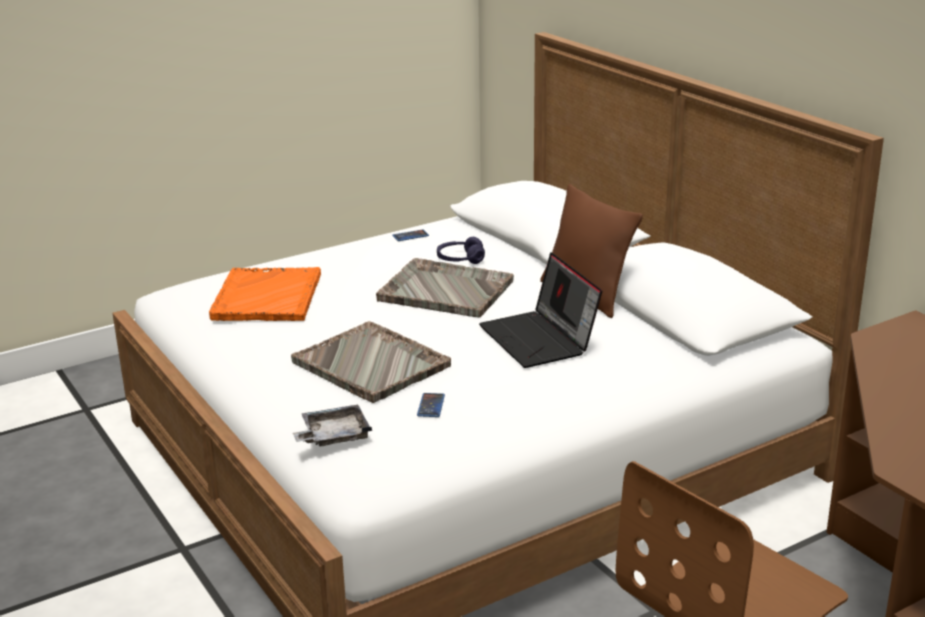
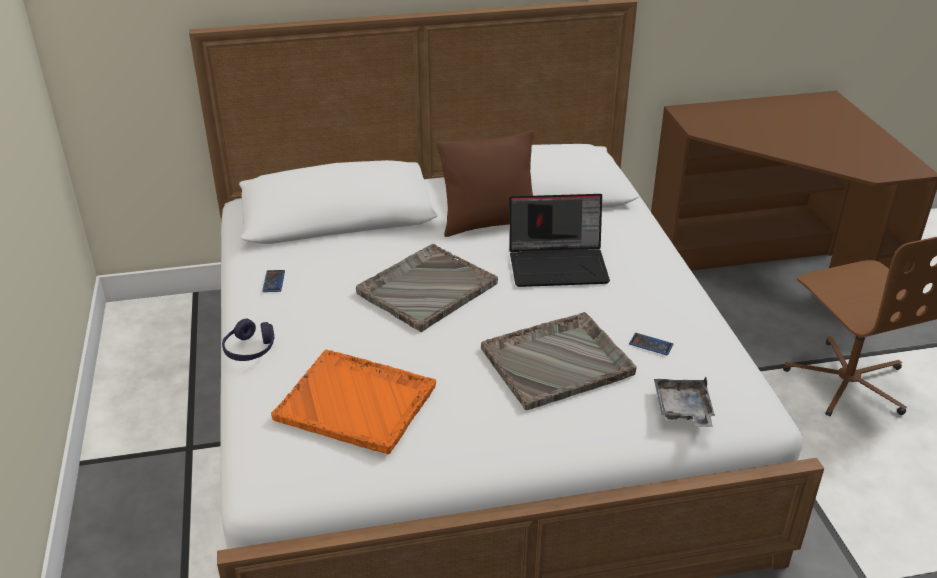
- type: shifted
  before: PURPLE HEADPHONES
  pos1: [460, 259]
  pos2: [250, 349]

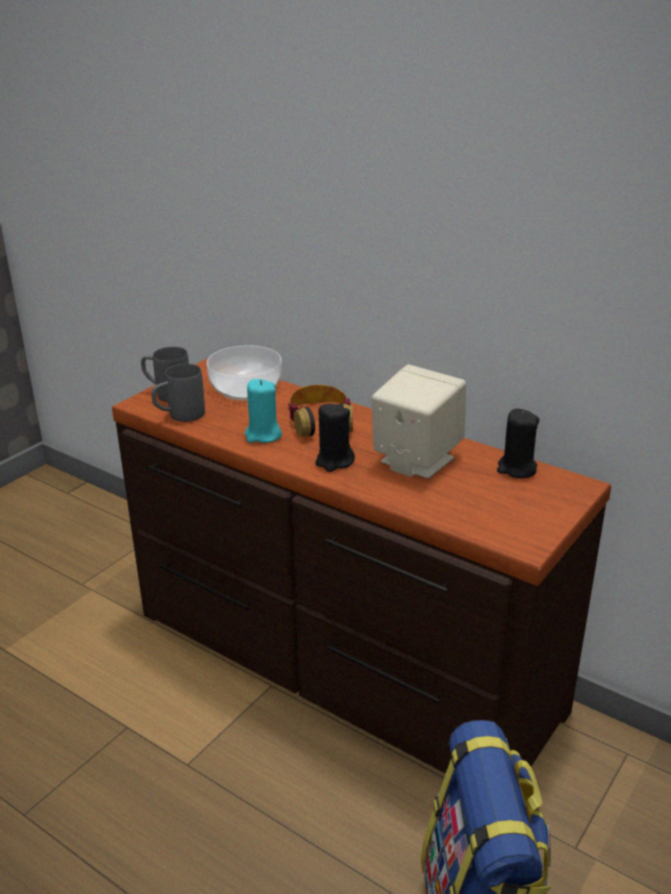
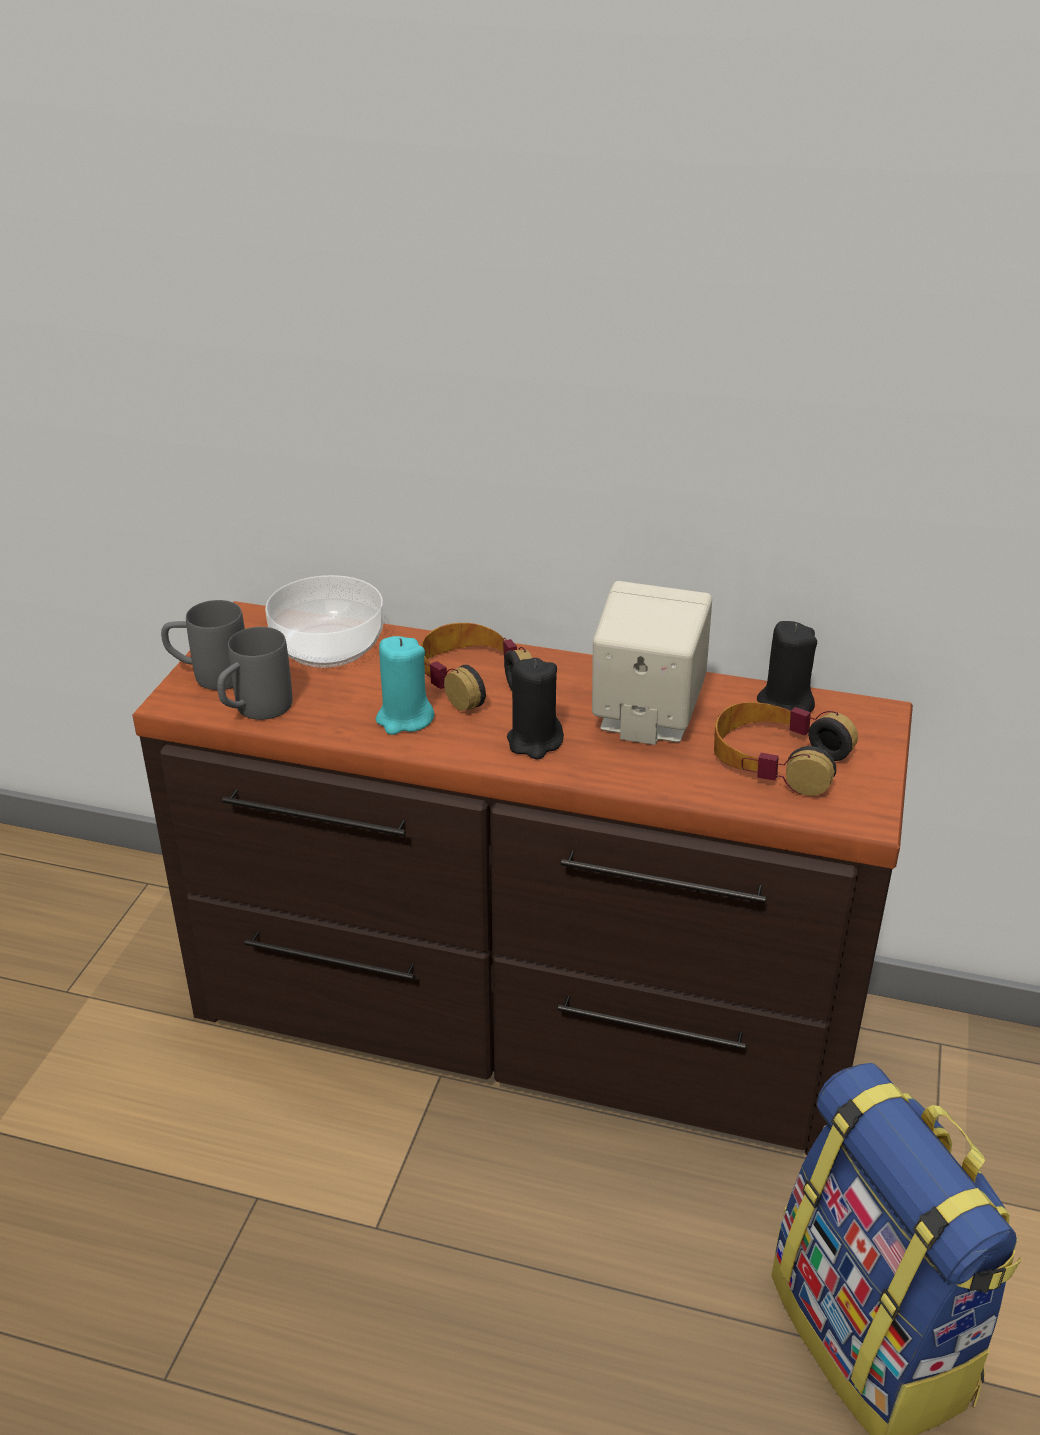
- type: new
  after: HEADPHONES
  pos2: [777, 759]

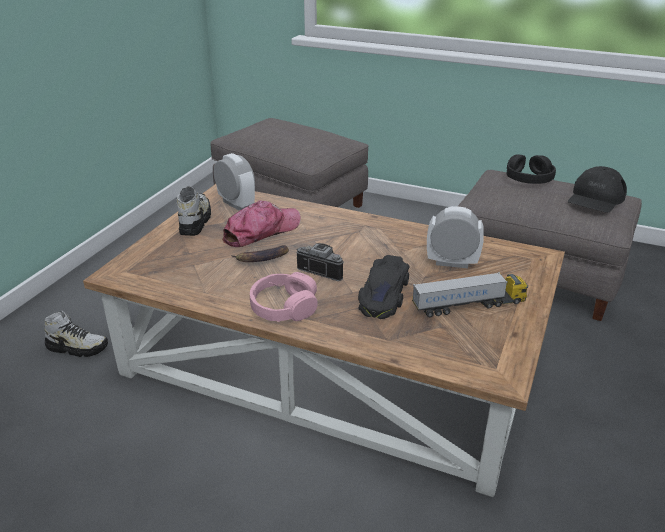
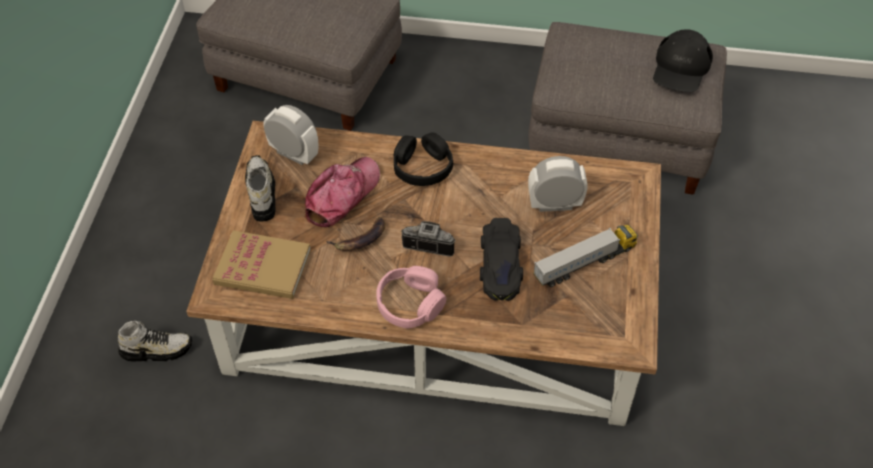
- type: new
  after: BOOK
  pos2: [263, 267]
- type: shifted
  before: BLACK HEADPHONES
  pos1: [528, 178]
  pos2: [422, 167]

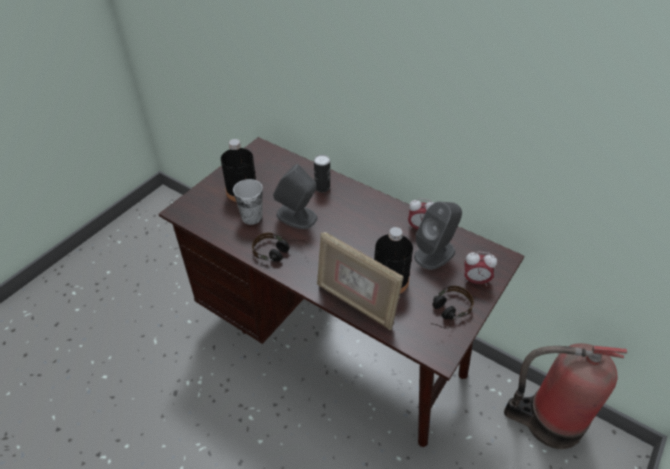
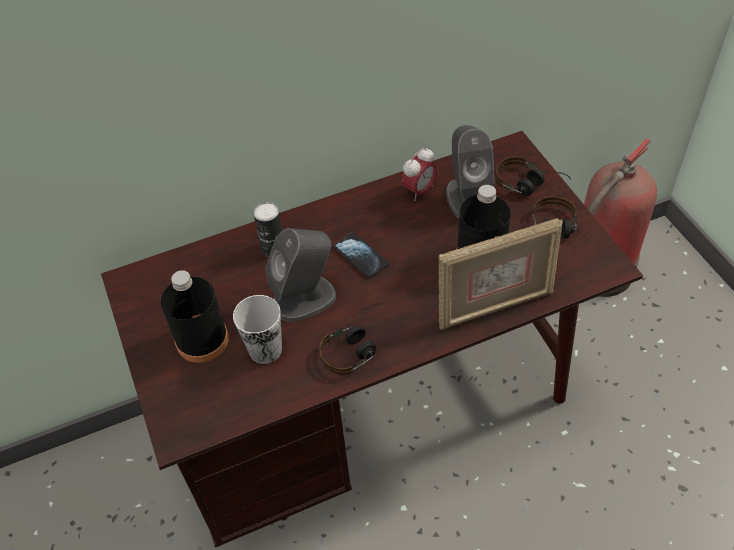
- type: new
  after: PHONE
  pos2: [361, 256]
- type: swapped
  before: ALARM CLOCK
  after: HEADPHONES
  pos1: [475, 280]
  pos2: [530, 186]

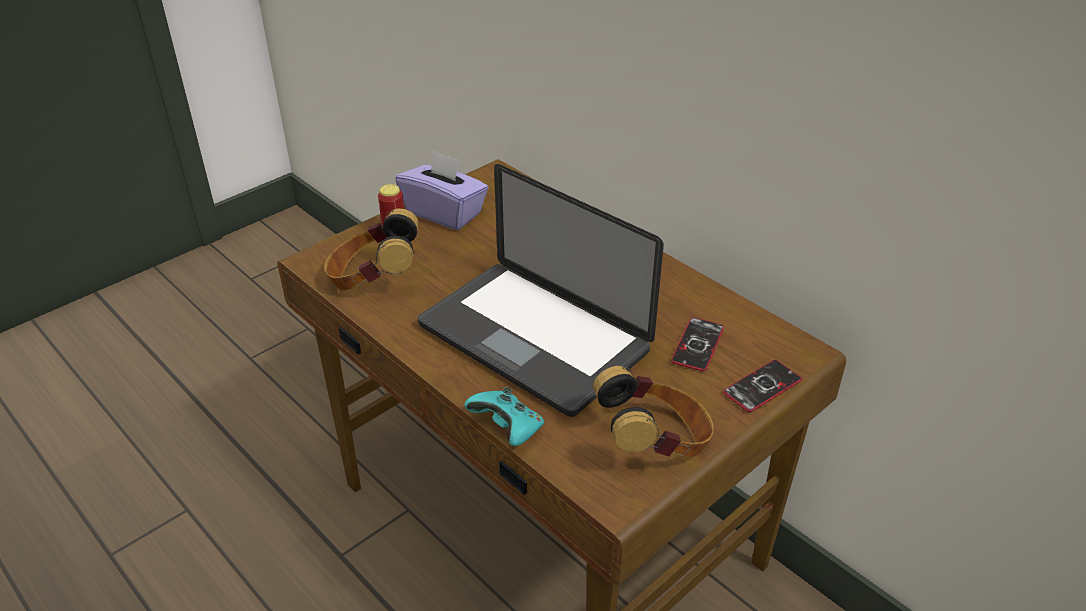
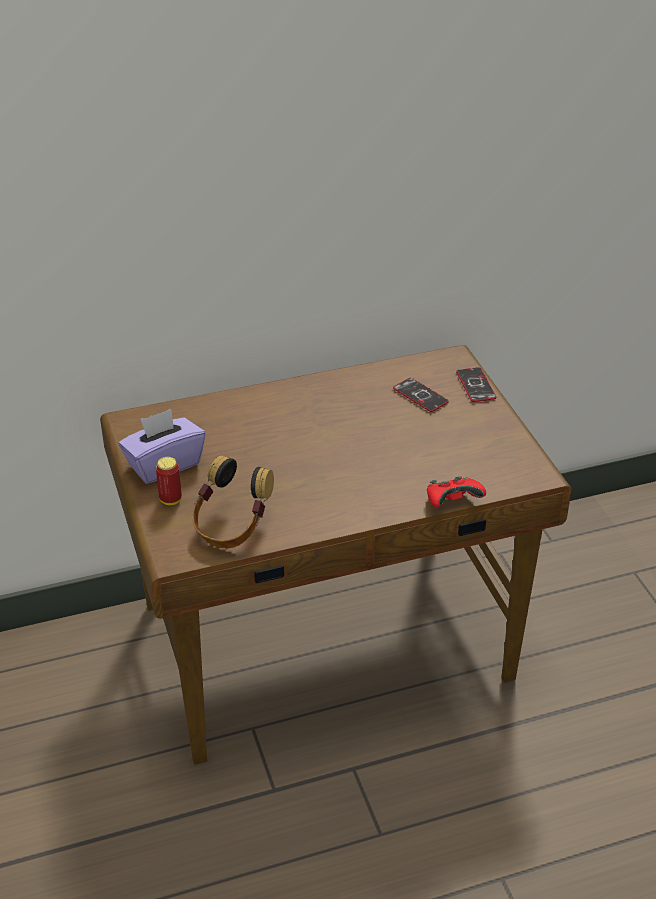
- type: repainted
  before: TURQUOISE GAME CONTROLLER
  after: RED GAME CONTROLLER
  pos1: [508, 430]
  pos2: [452, 502]
- type: gone
  before: LAPTOP
  pos1: [533, 338]
- type: gone
  before: HEADPHONES
  pos1: [654, 444]

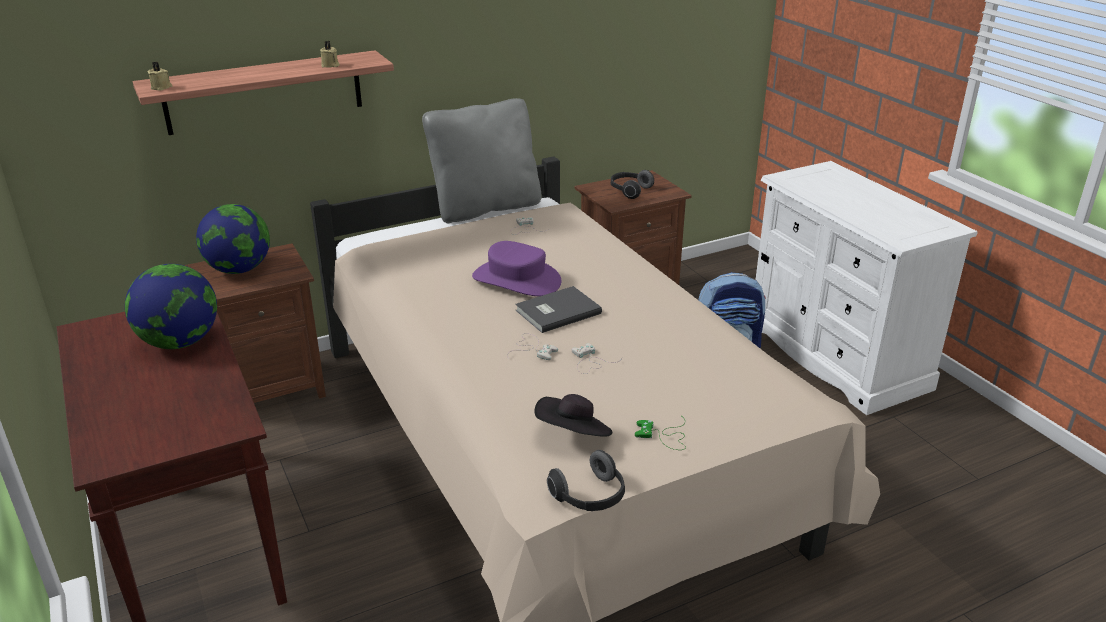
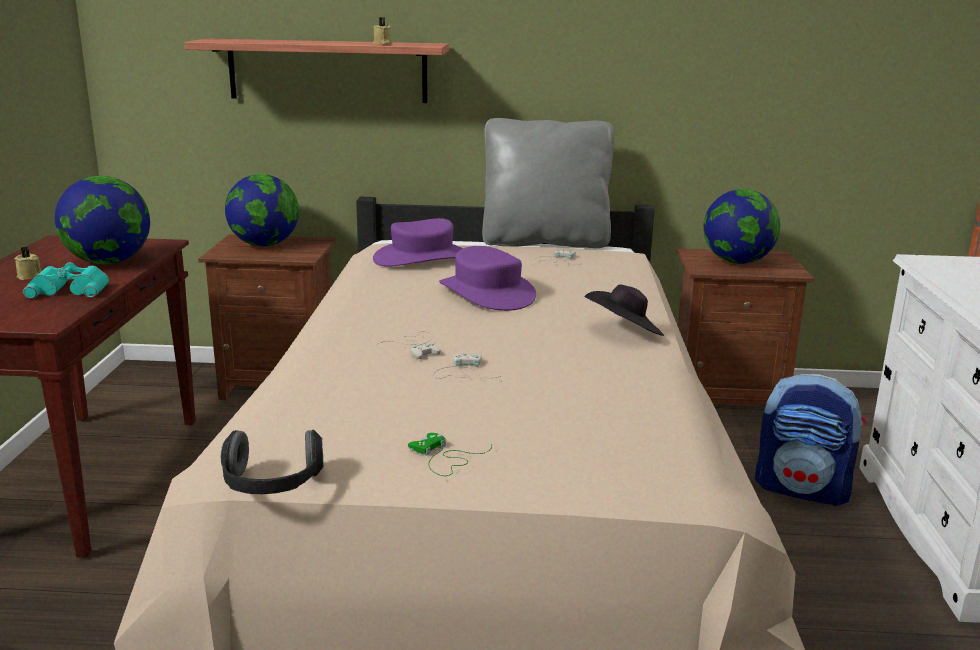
- type: shifted
  before: BEIGE CANDLE
  pos1: [161, 87]
  pos2: [30, 276]
- type: new
  after: TURQUOISE BINOCULARS
  pos2: [71, 289]
- type: new
  after: PURPLE HAT
  pos2: [422, 258]
- type: shifted
  before: BLACK HAT
  pos1: [573, 435]
  pos2: [624, 332]
- type: swapped
  before: HEADPHONES
  after: GLOBE
  pos1: [629, 191]
  pos2: [737, 262]
- type: gone
  before: GREY BOOK
  pos1: [556, 311]

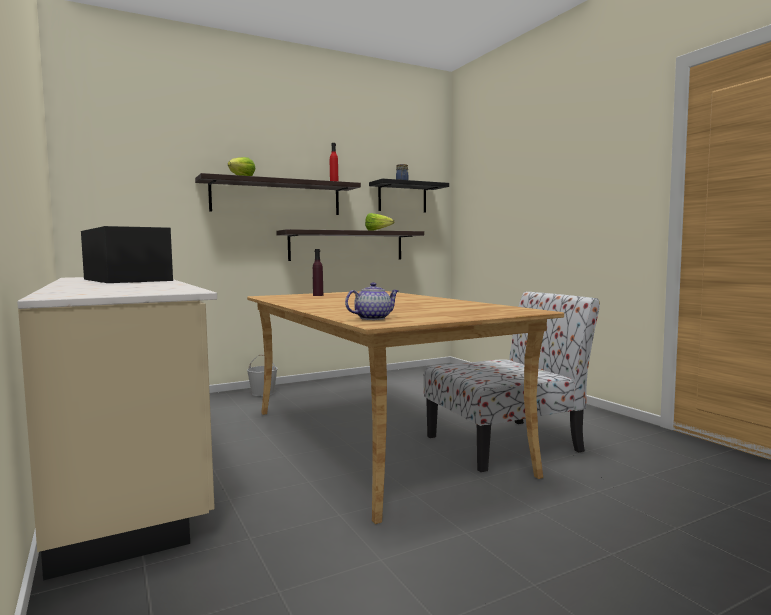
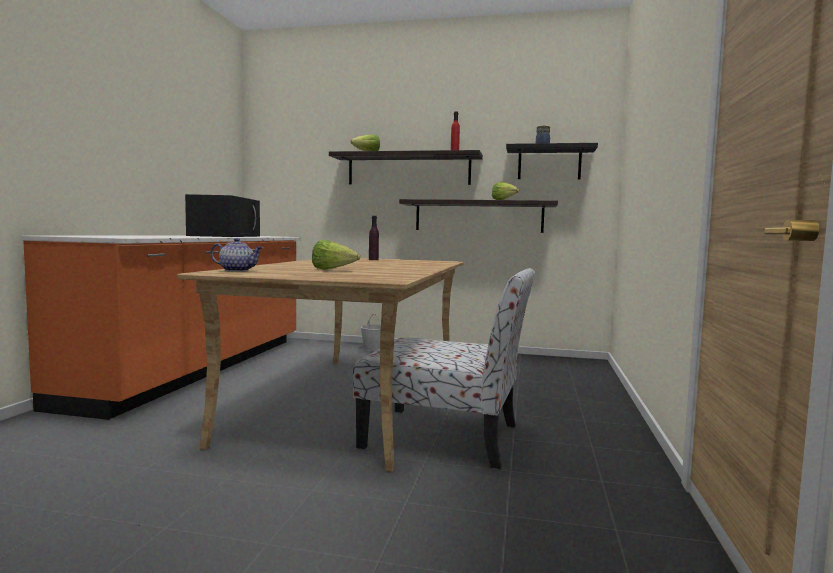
- type: repainted
  before: BEIGE COUNTER
  after: ORANGE COUNTER
  pos1: [127, 460]
  pos2: [199, 368]
- type: new
  after: LETTUCE
  pos2: [333, 270]

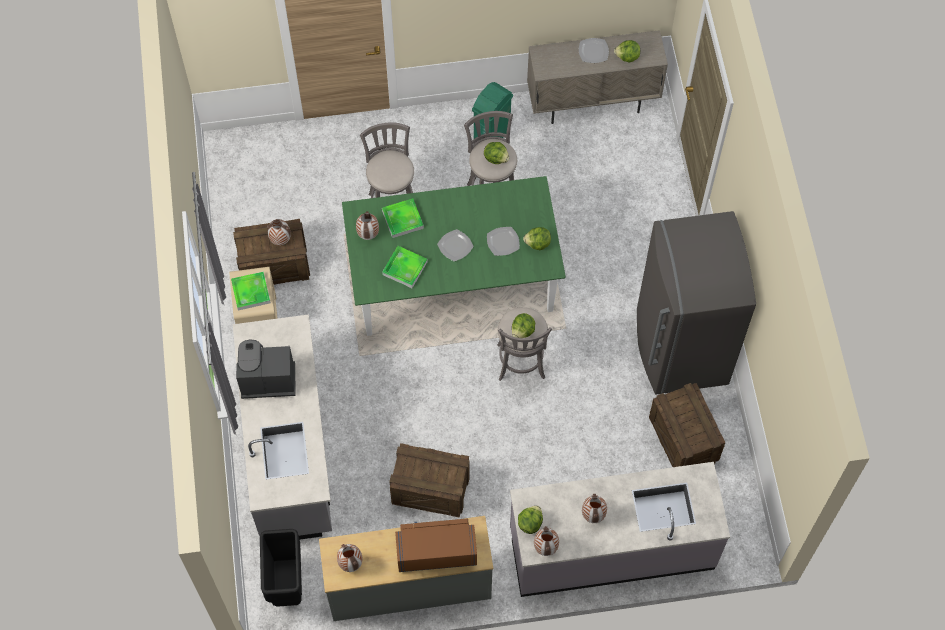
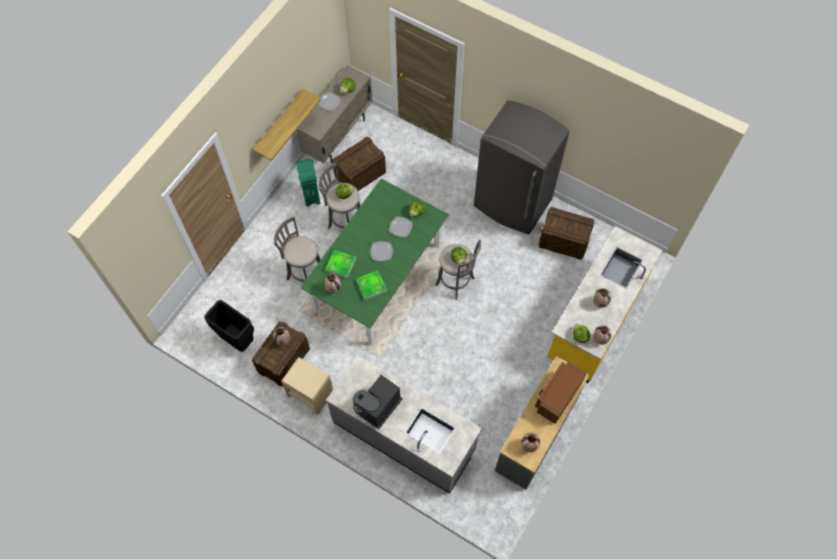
- type: shifted
  before: BLACK TRASH CAN
  pos1: [287, 585]
  pos2: [237, 341]
- type: new
  after: SHELF
  pos2: [279, 124]
- type: shifted
  before: CRATE
  pos1: [430, 489]
  pos2: [360, 174]
- type: repainted
  before: GREY COUNTER
  after: YELLOW COUNTER
  pos1: [611, 547]
  pos2: [595, 319]
- type: gone
  before: TRAY
  pos1: [251, 292]

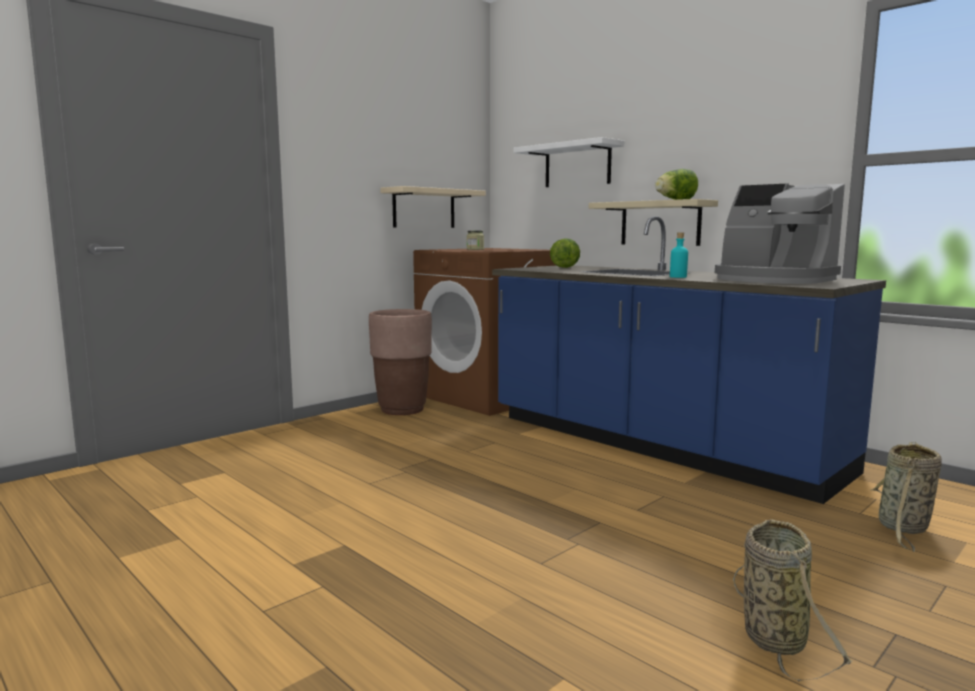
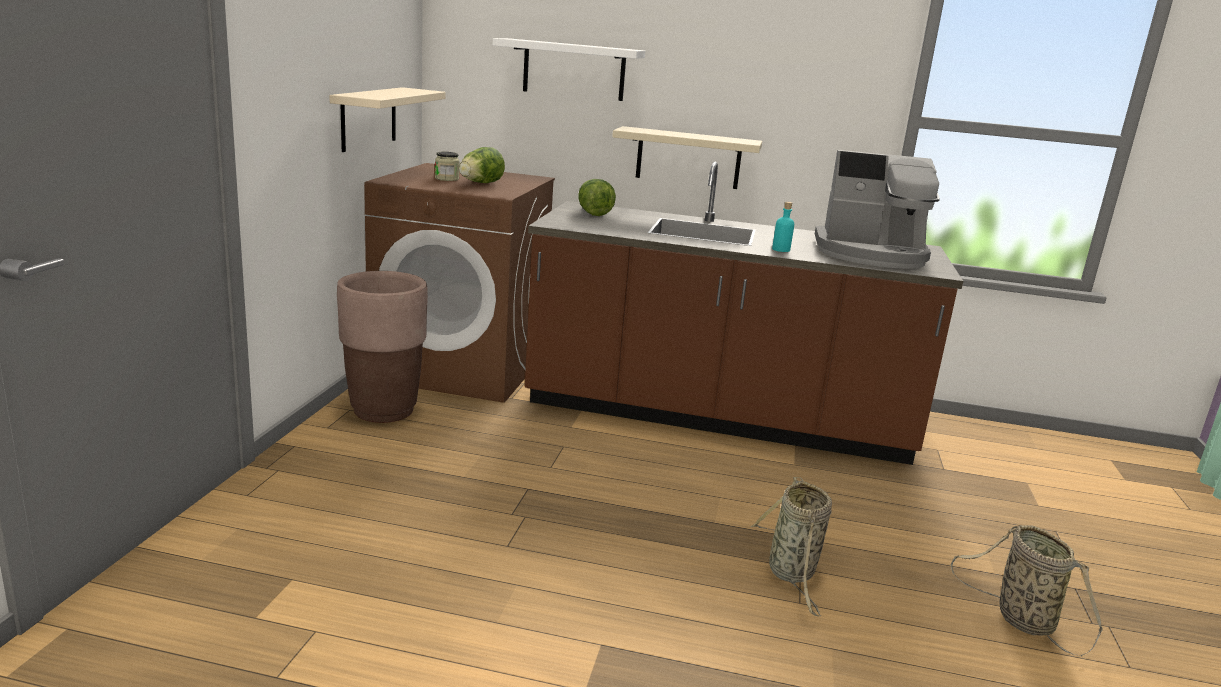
- type: shifted
  before: LETTUCE
  pos1: [675, 200]
  pos2: [480, 183]
- type: repainted
  before: BLUE COUNTER
  after: BROWN COUNTER
  pos1: [657, 444]
  pos2: [718, 416]
- type: shifted
  before: BASKET
  pos1: [903, 528]
  pos2: [792, 574]

